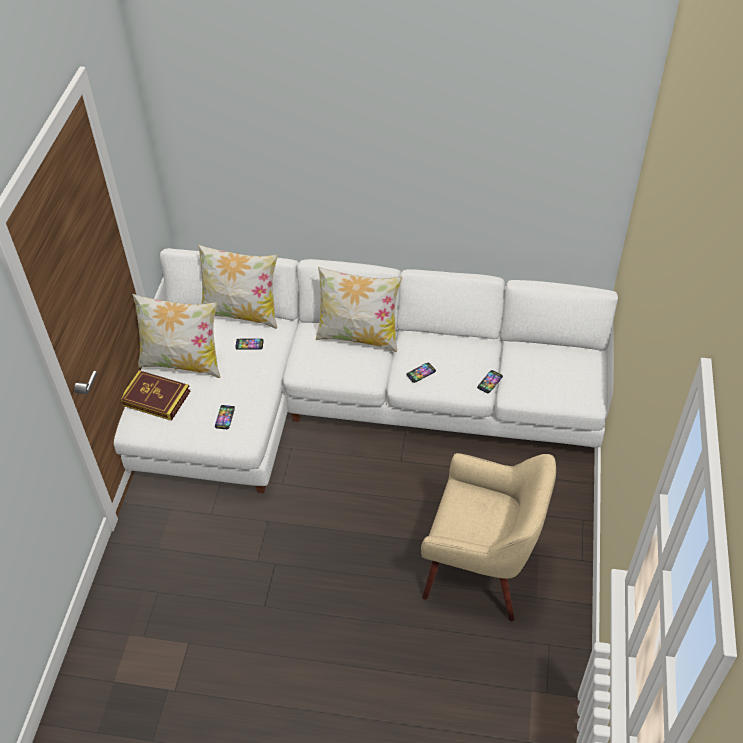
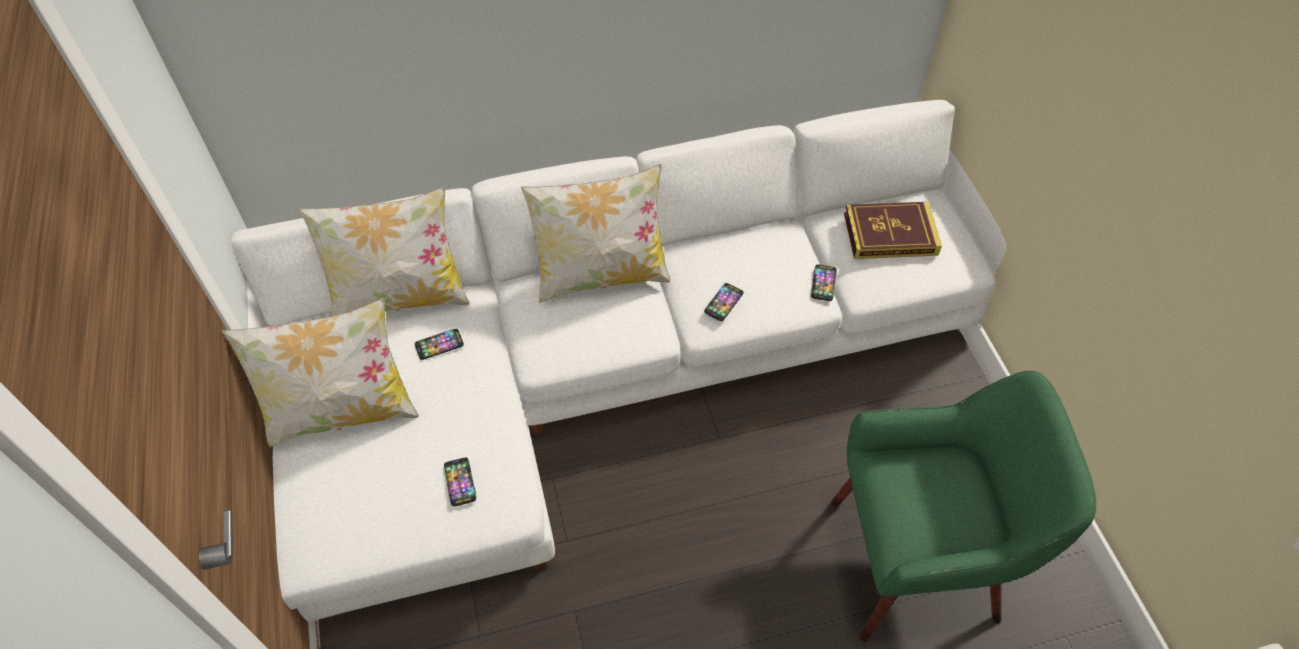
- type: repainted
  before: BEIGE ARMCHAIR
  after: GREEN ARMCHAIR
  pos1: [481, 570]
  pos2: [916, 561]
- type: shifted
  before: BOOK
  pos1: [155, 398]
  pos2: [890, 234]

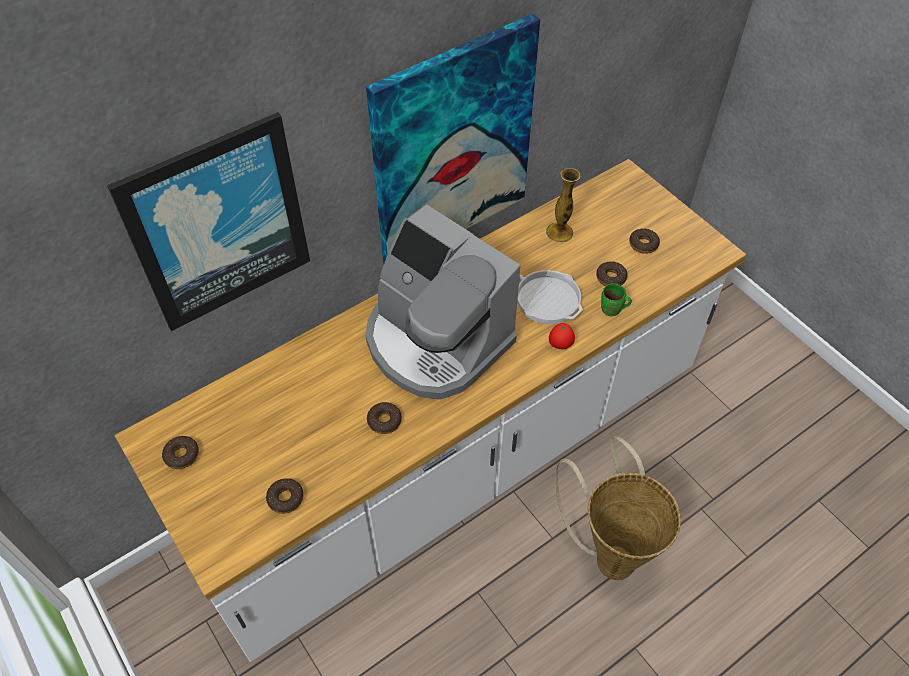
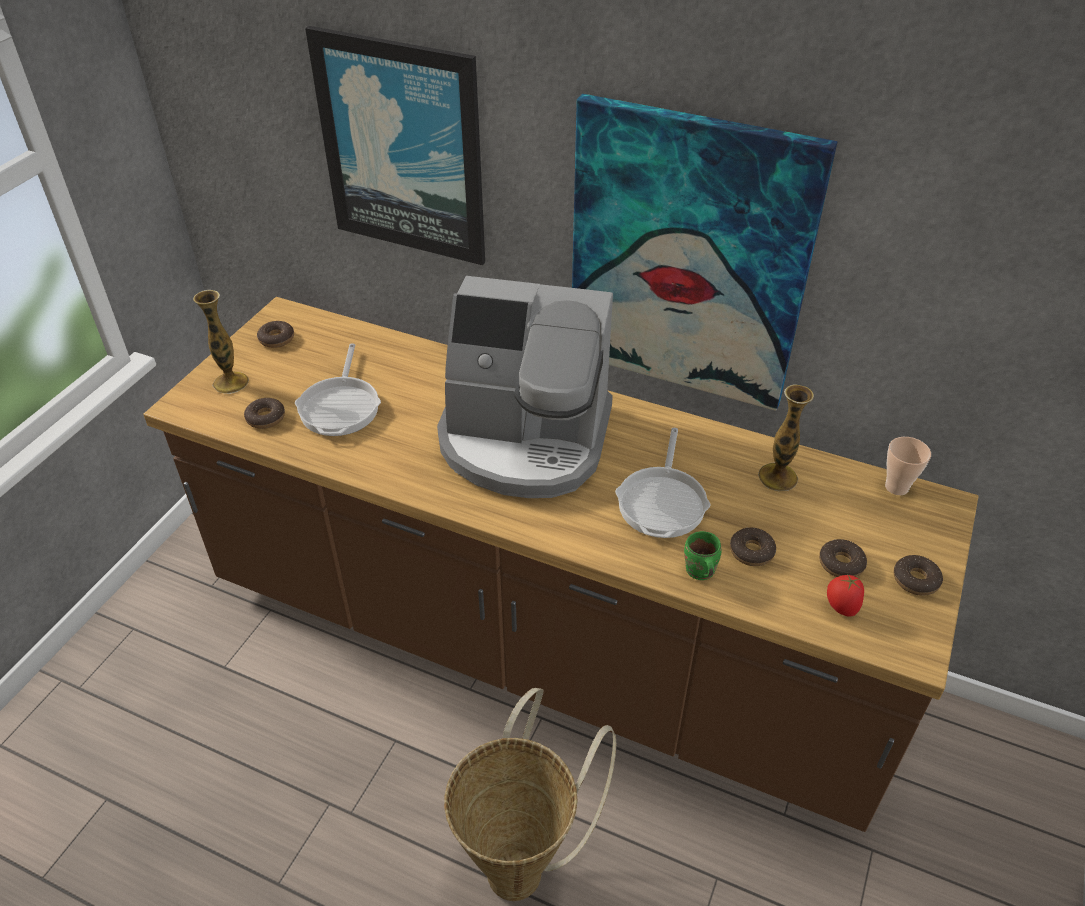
- type: repainted
  before: WHITE COUNTER
  after: BROWN COUNTER
  pos1: [454, 460]
  pos2: [542, 642]
- type: new
  after: VASE
  pos2: [231, 382]
- type: new
  after: FRYING PAN
  pos2: [341, 406]
- type: rotated
  before: COFFEE MACHINE
  pos1: [436, 341]
  pos2: [525, 440]
  turn: -90
- type: shifted
  before: TOMATO
  pos1: [560, 345]
  pos2: [841, 608]
- type: new
  after: CUP
  pos2: [896, 487]
- type: shifted
  before: DONUT
  pos1: [384, 421]
  pos2: [915, 580]

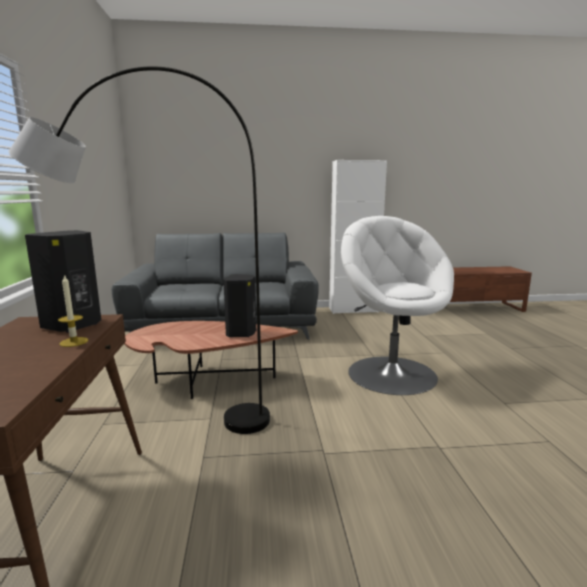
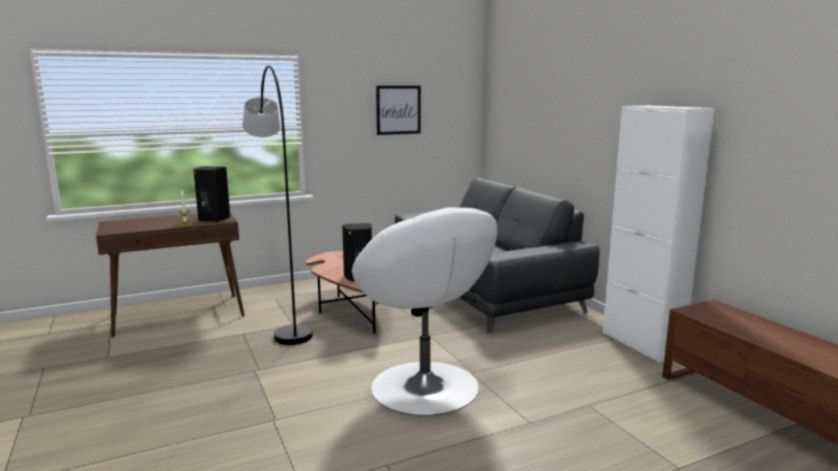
- type: rotated
  before: WHITE ARMCHAIR
  pos1: [391, 373]
  pos2: [425, 387]
  turn: 105
- type: new
  after: PICTURE
  pos2: [398, 110]

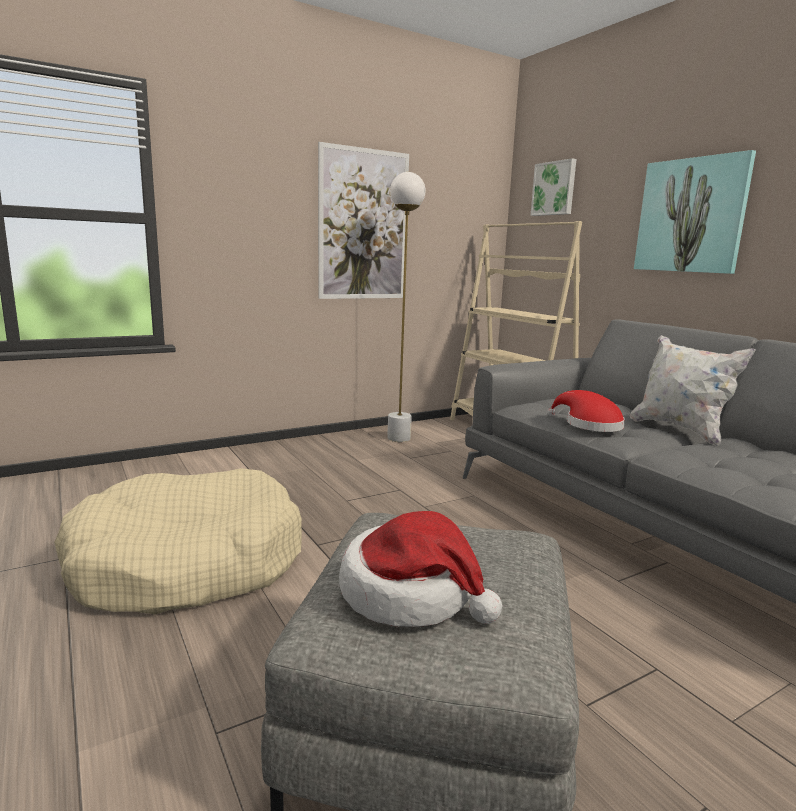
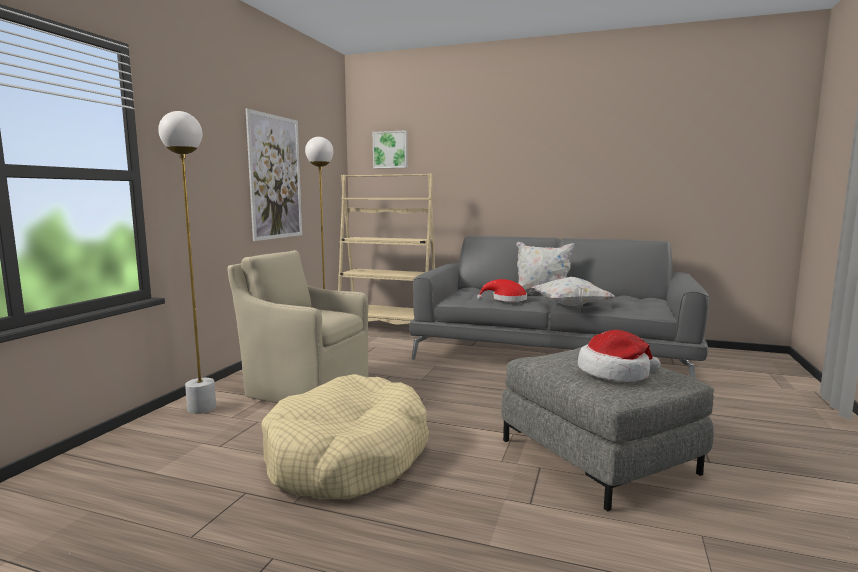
- type: new
  after: WHITE FLOOR LAMP
  pos2: [201, 409]
- type: new
  after: BEIGE ARMCHAIR
  pos2: [305, 388]
- type: new
  after: WHITE PILLOW
  pos2: [570, 306]
- type: gone
  before: PICTURE
  pos1: [690, 215]

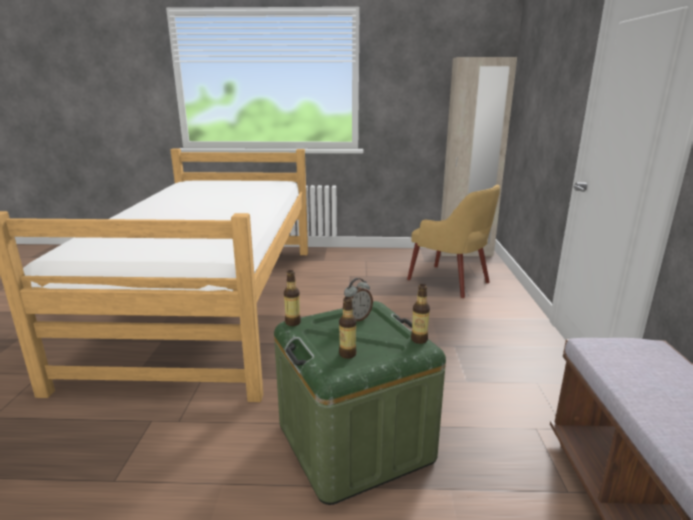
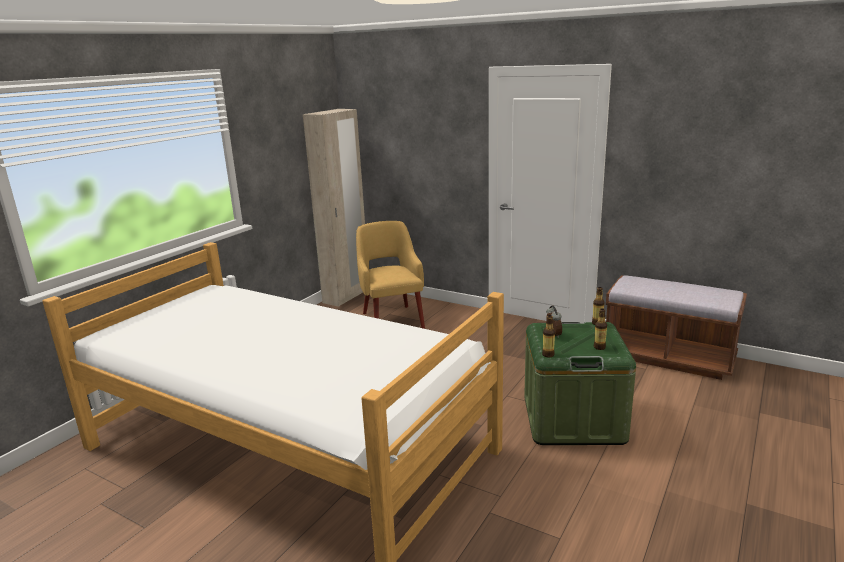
- type: rotated
  before: YELLOW ARMCHAIR
  pos1: [450, 281]
  pos2: [392, 319]
  turn: -90

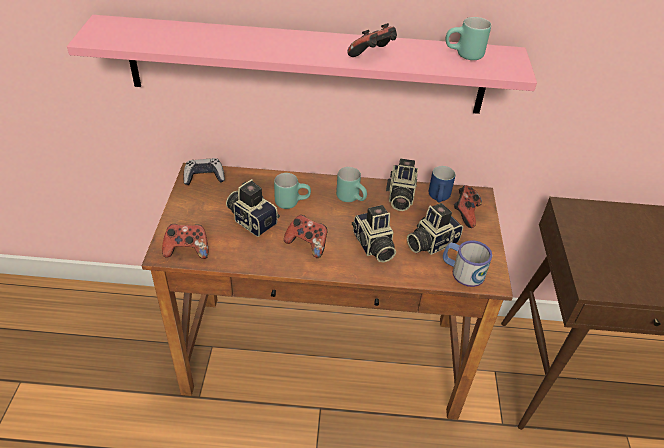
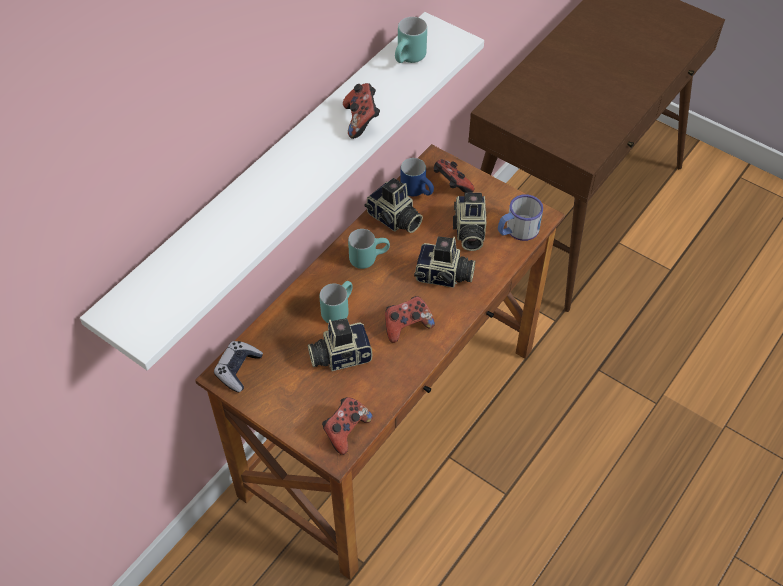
- type: repainted
  before: PINK SHELF
  after: WHITE SHELF
  pos1: [306, 66]
  pos2: [276, 178]

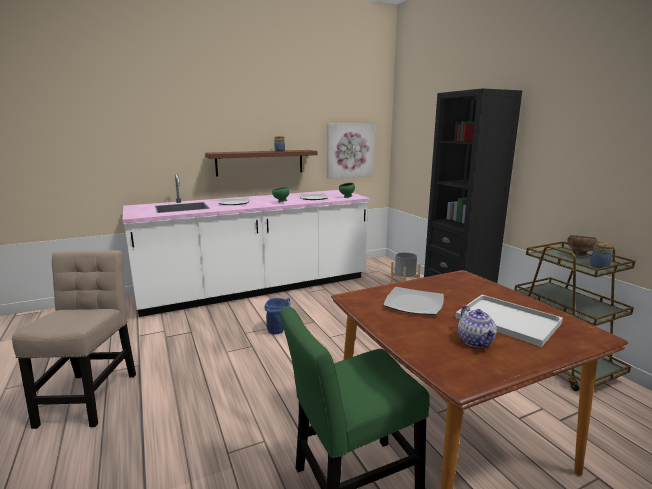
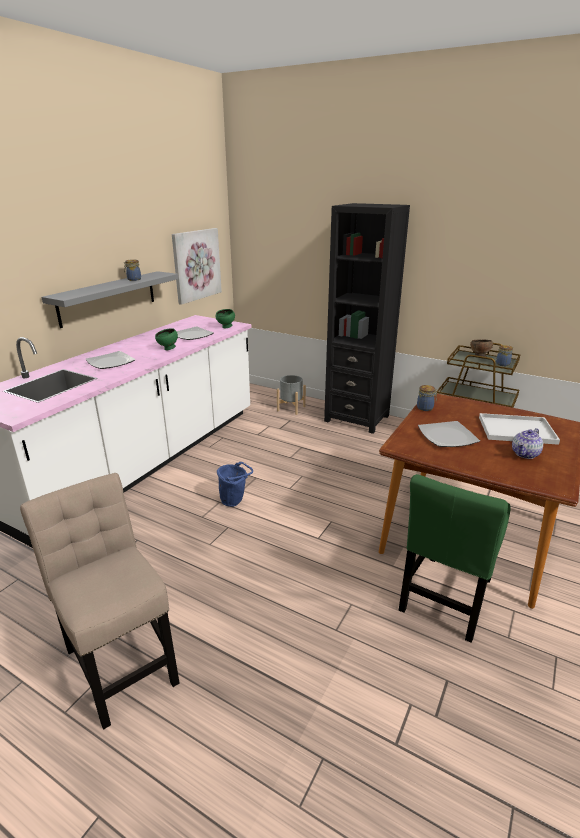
- type: repainted
  before: BROWN SHELF
  after: GREY SHELF
  pos1: [260, 162]
  pos2: [108, 298]
- type: new
  after: JAR
  pos2: [425, 408]
- type: rotated
  before: TEAPOT
  pos1: [476, 341]
  pos2: [525, 454]
  turn: 90

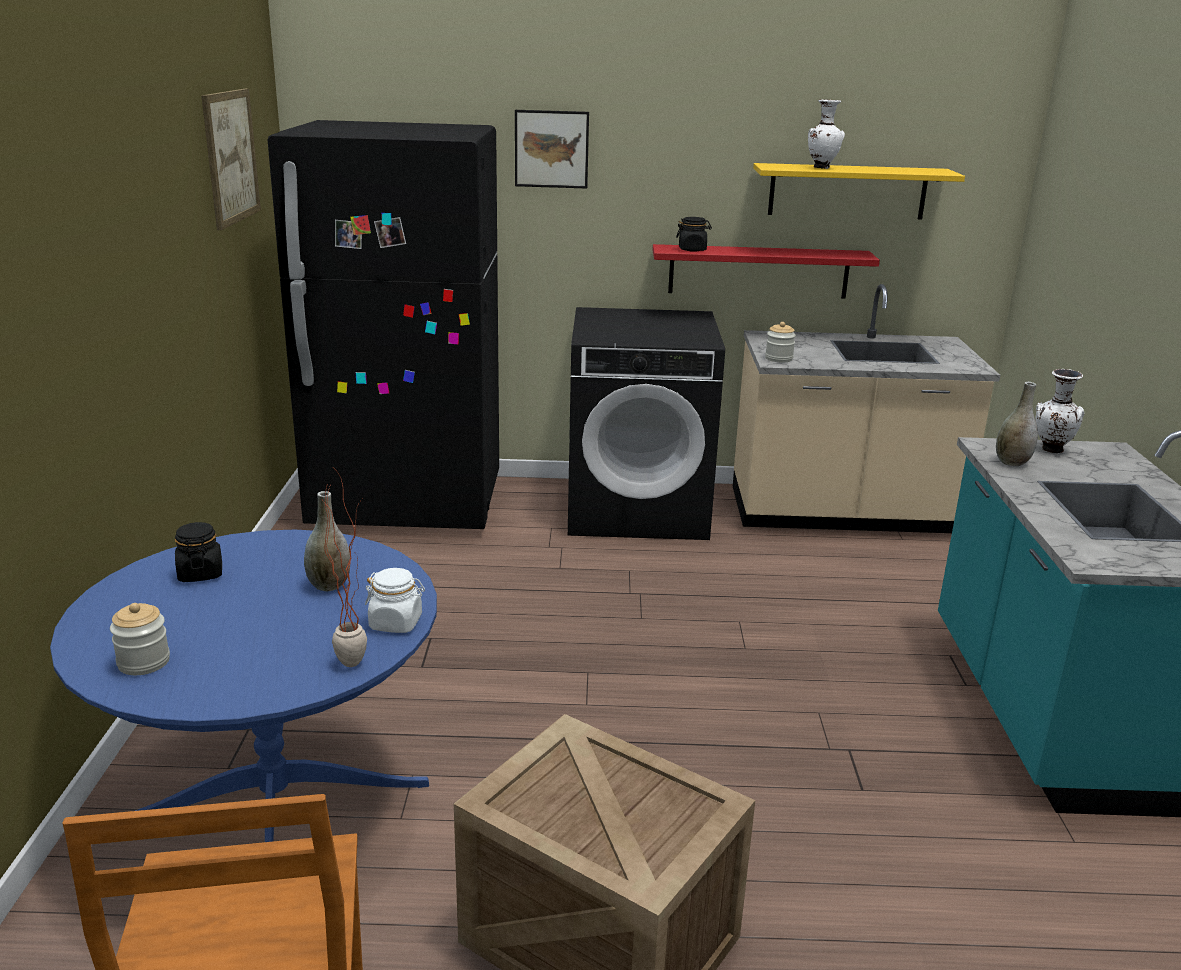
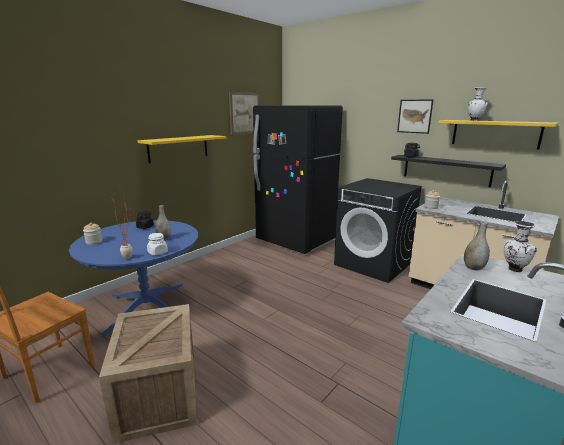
- type: new
  after: YELLOW SHELF
  pos2: [178, 148]
- type: repainted
  before: RED SHELF
  after: BLACK SHELF
  pos1: [758, 271]
  pos2: [446, 170]
- type: shifted
  before: PICTURE
  pos1: [551, 149]
  pos2: [414, 116]

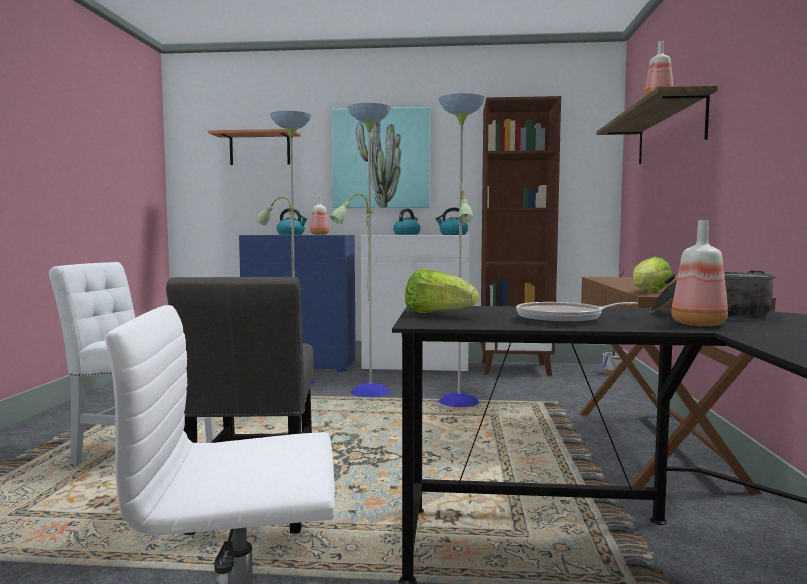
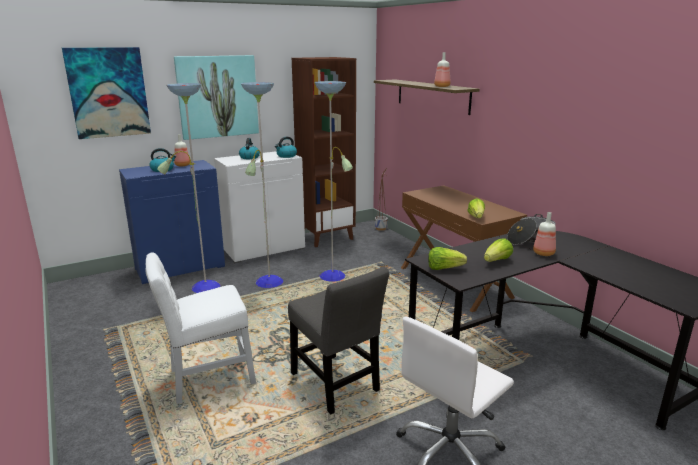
- type: swapped
  before: SHELF
  after: PICTURE
  pos1: [260, 149]
  pos2: [108, 92]
- type: swapped
  before: FRYING PAN
  after: LETTUCE
  pos1: [563, 319]
  pos2: [497, 261]

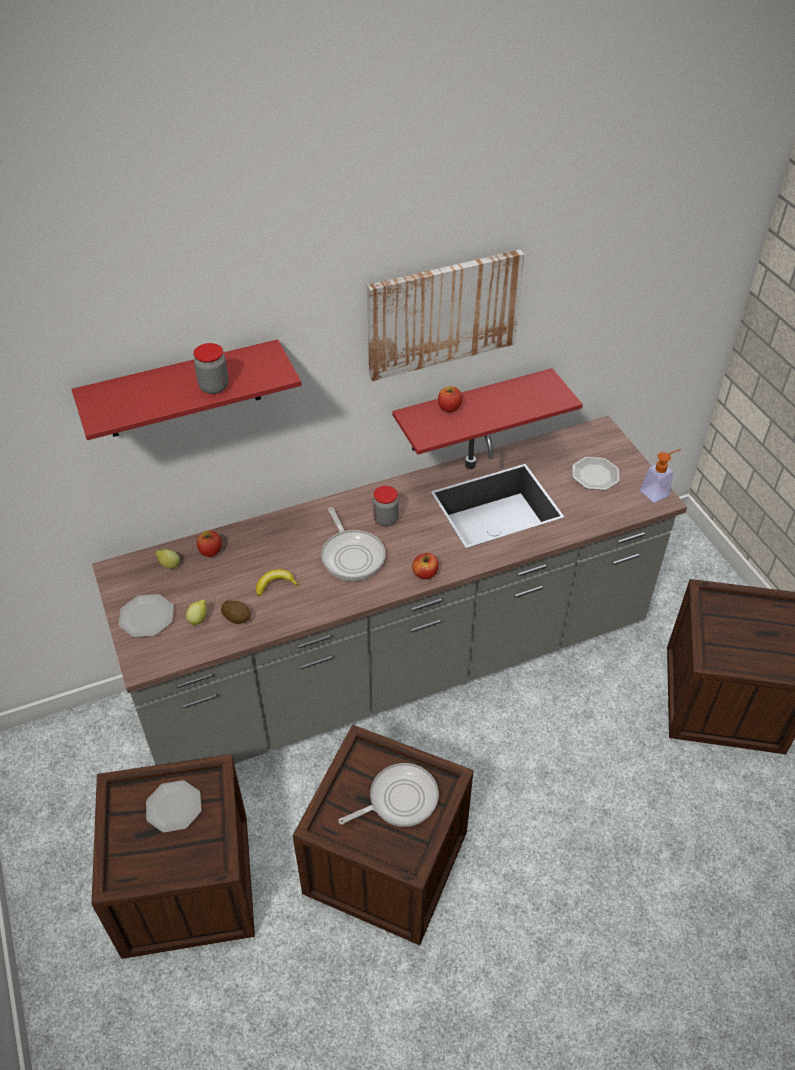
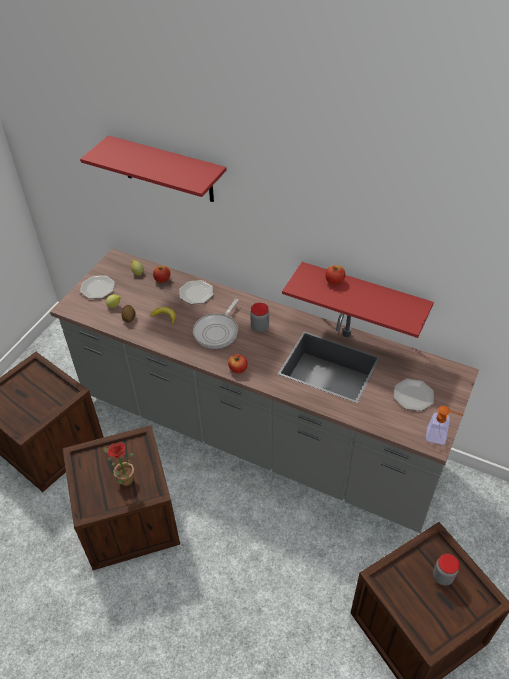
- type: swapped
  before: FRYING PAN
  after: POTTED PLANT
  pos1: [399, 799]
  pos2: [123, 479]
- type: shifted
  before: PLATE
  pos1: [174, 807]
  pos2: [196, 293]
- type: shifted
  before: JAR
  pos1: [214, 387]
  pos2: [442, 576]
- type: gone
  before: PICTURE
  pos1: [443, 313]

